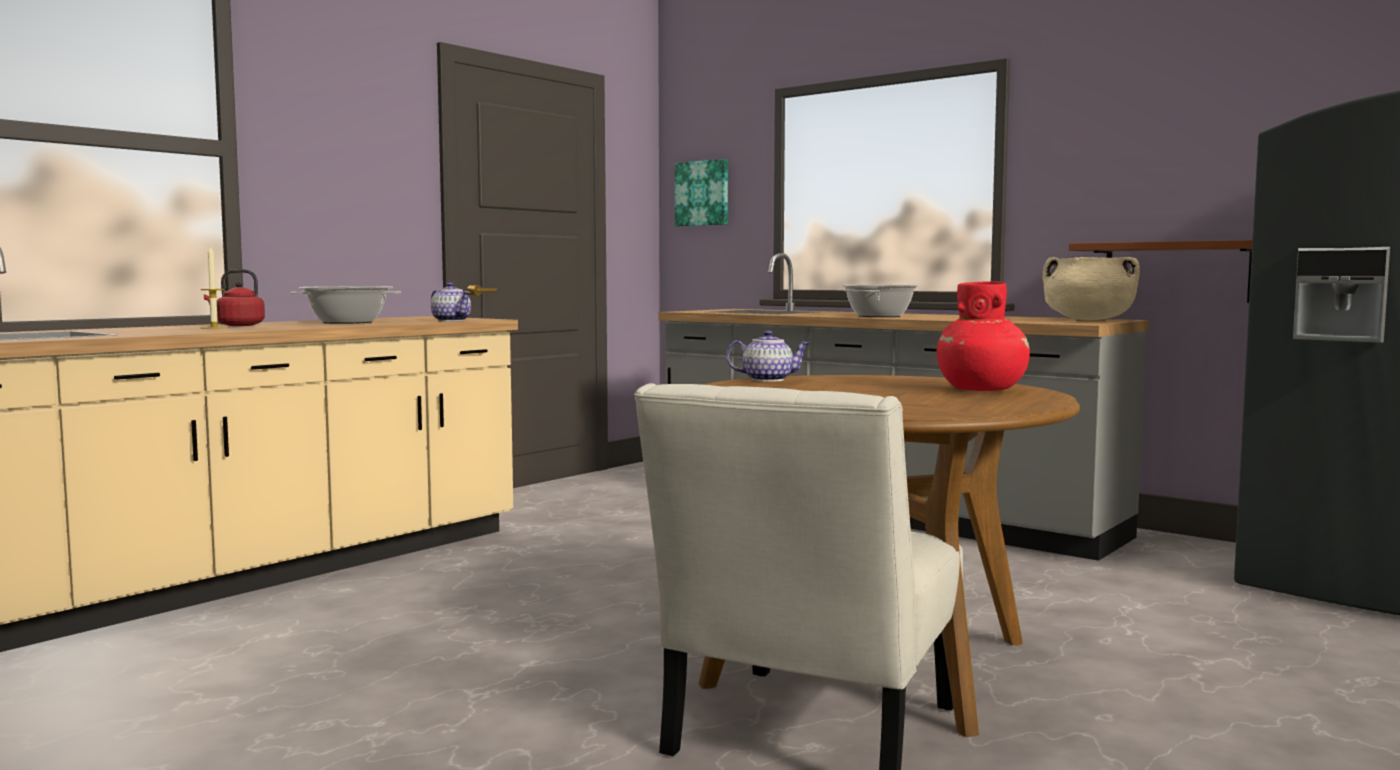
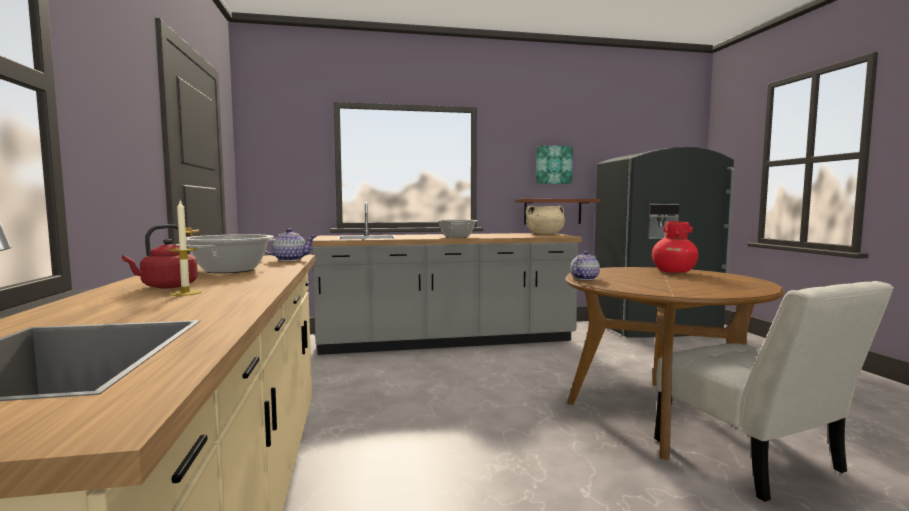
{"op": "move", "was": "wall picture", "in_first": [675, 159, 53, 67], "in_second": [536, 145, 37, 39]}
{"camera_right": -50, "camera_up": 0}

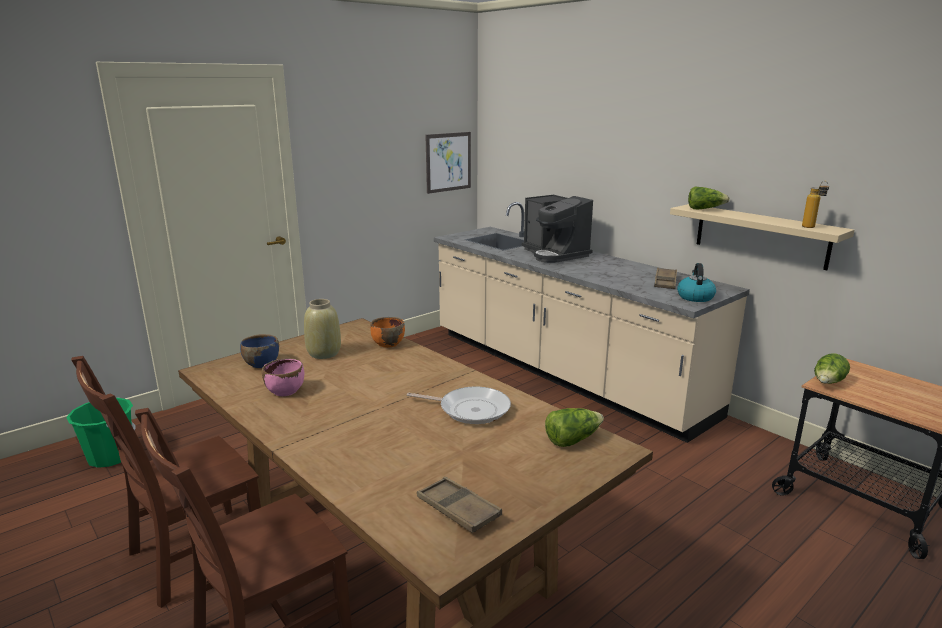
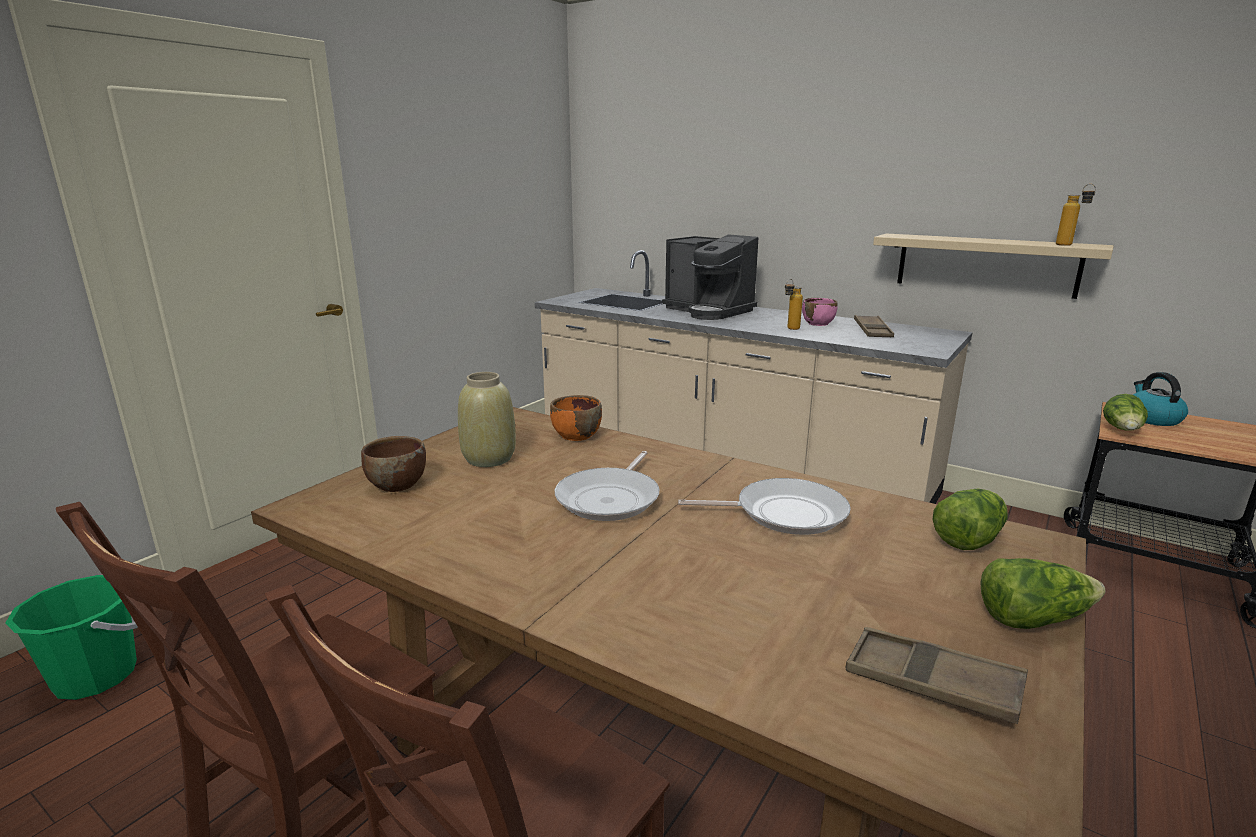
{"op": "recolor", "was": "blue bowl", "now": "brownish bowl", "in_first": [240, 334, 39, 34], "in_second": [361, 436, 65, 56]}
{"op": "move", "was": "pink bowl", "in_first": [262, 358, 42, 38], "in_second": [802, 298, 36, 28]}
{"op": "delete", "was": "wall picture", "in_first": [425, 132, 46, 62]}
{"op": "move", "was": "kettle", "in_first": [677, 263, 39, 39], "in_second": [1133, 372, 55, 54]}
{"op": "move", "was": "lettuce head", "in_first": [688, 187, 42, 22], "in_second": [980, 558, 125, 71]}
{"op": "insert", "now": "pan", "in_second": [555, 451, 104, 70]}
{"op": "insert", "now": "beverage bottle", "in_second": [785, 279, 18, 51]}
{"camera_right": -15, "camera_up": 0}

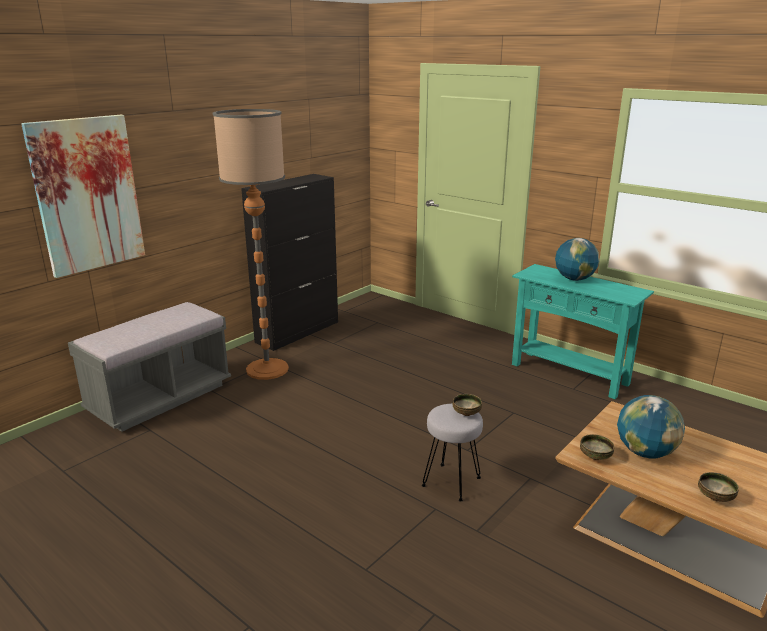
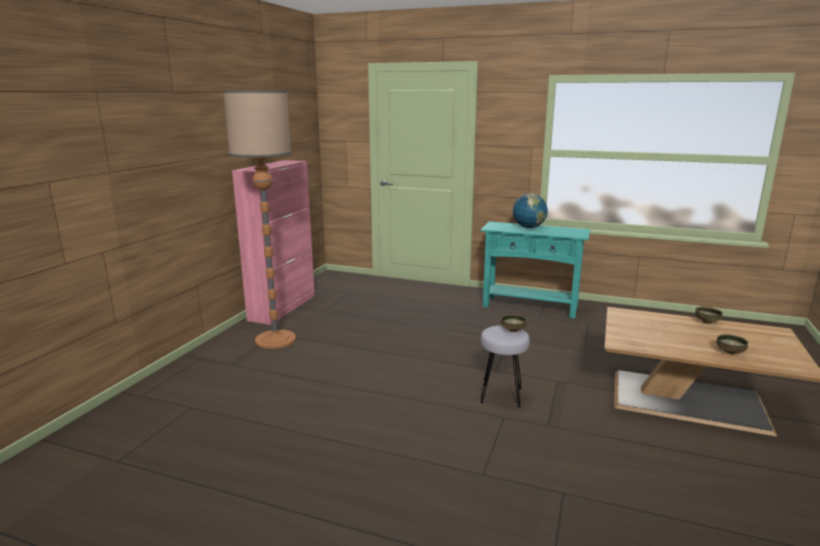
{"op": "delete", "was": "wall picture", "in_first": [21, 115, 124, 163]}
{"op": "delete", "was": "gray bench", "in_first": [68, 302, 163, 130]}
{"op": "recolor", "was": "black-coloured cabinet", "now": "pink cabinet", "in_first": [241, 174, 97, 177], "in_second": [232, 160, 83, 165]}
{"op": "move", "was": "bowl", "in_first": [580, 434, 35, 26], "in_second": [695, 306, 28, 18]}
{"op": "delete", "was": "world globe", "in_first": [617, 395, 68, 63]}
{"camera_right": -20, "camera_up": -5}

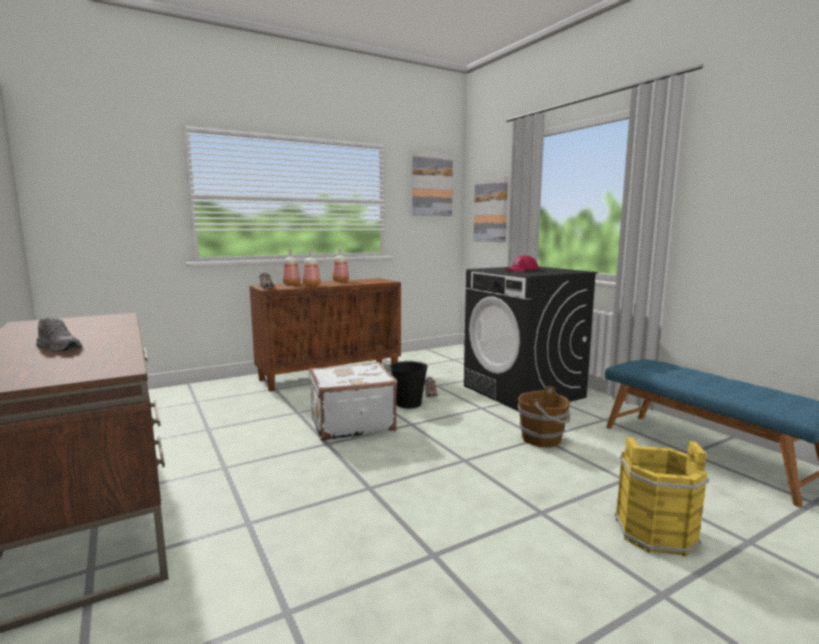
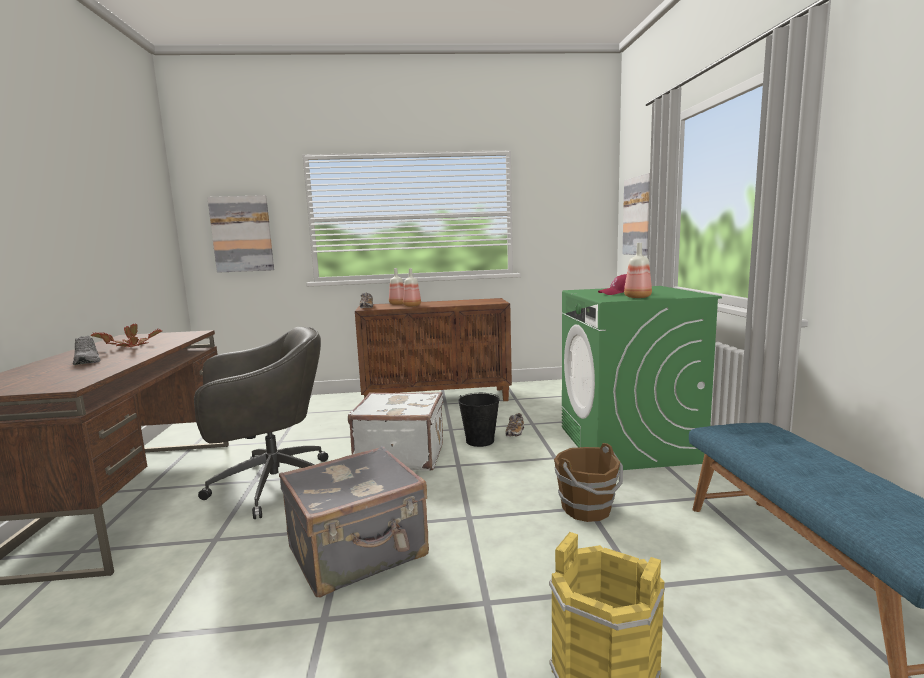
{"op": "move", "was": "beverage bottle", "in_first": [333, 247, 16, 35], "in_second": [624, 243, 28, 55]}
{"op": "move", "was": "wall picture", "in_first": [412, 151, 41, 65], "in_second": [207, 195, 67, 78]}
{"op": "recolor", "was": "black-coloured washing machine", "now": "greenish washing machine", "in_first": [464, 267, 134, 144], "in_second": [562, 286, 160, 184]}
{"op": "insert", "now": "houseplant", "in_second": [91, 324, 71, 23]}
{"op": "insert", "now": "gray desk chair", "in_second": [194, 327, 134, 192]}
{"op": "insert", "now": "gray suitcase", "in_second": [279, 446, 150, 151]}
{"camera_right": 25, "camera_up": 0}

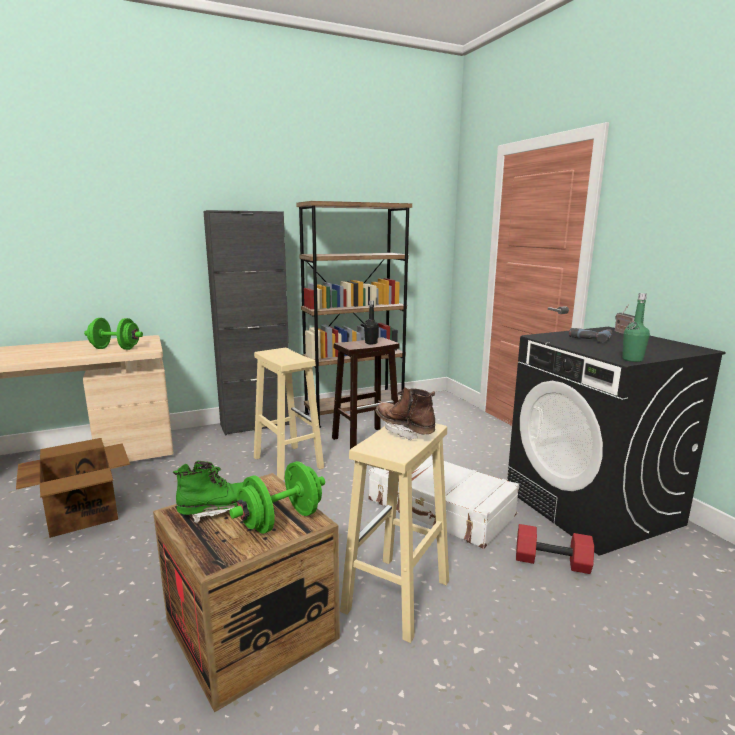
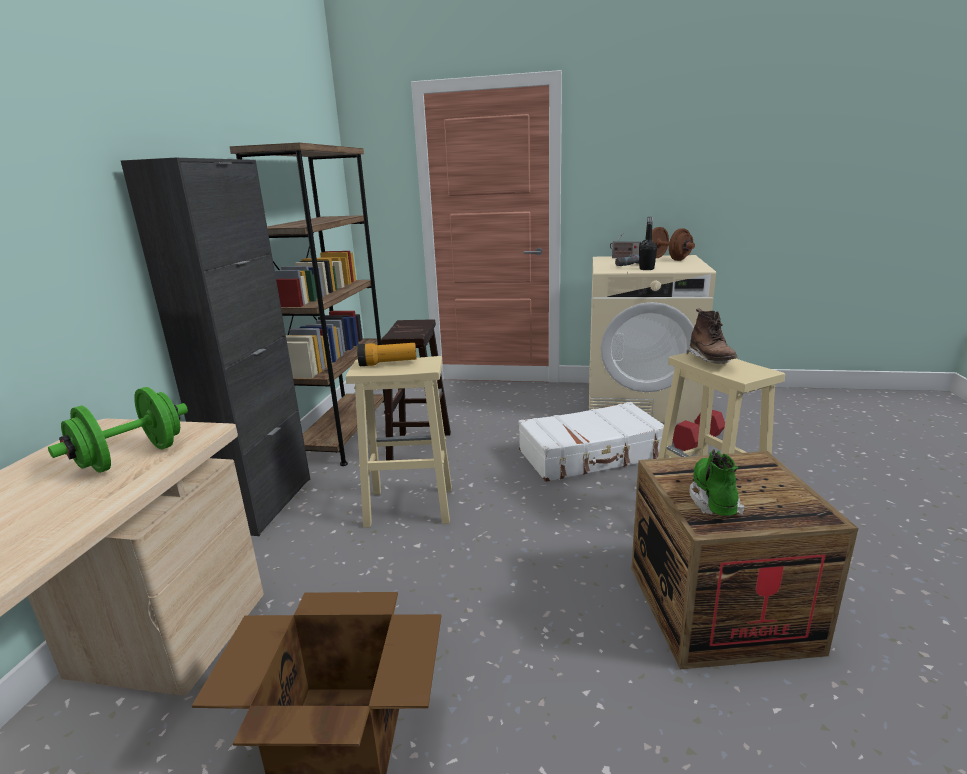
{"op": "delete", "was": "greenish free weight", "in_first": [229, 461, 96, 73]}
{"op": "move", "was": "black-coloured beverage bottle", "in_first": [364, 300, 15, 44], "in_second": [639, 217, 18, 53]}
{"op": "rotate", "was": "brownish high-top boot", "in_first": [375, 387, 60, 53], "in_second": [687, 308, 50, 56], "clockwise": -90}
{"op": "recolor", "was": "black-coloured washing machine", "now": "sand-coloured washing machine", "in_first": [507, 327, 219, 229], "in_second": [589, 255, 127, 168]}
{"op": "delete", "was": "greenish beverage bottle", "in_first": [622, 293, 28, 69]}
{"op": "insert", "now": "hand torch", "in_second": [357, 343, 60, 23]}
{"op": "insert", "now": "brownish free weight", "in_second": [652, 227, 43, 34]}
{"camera_right": -55, "camera_up": 5}

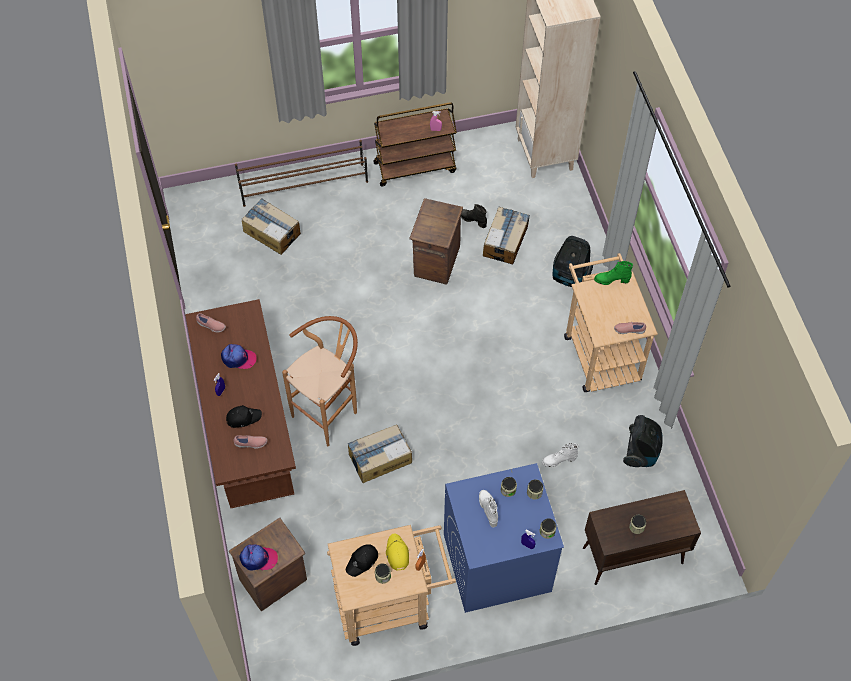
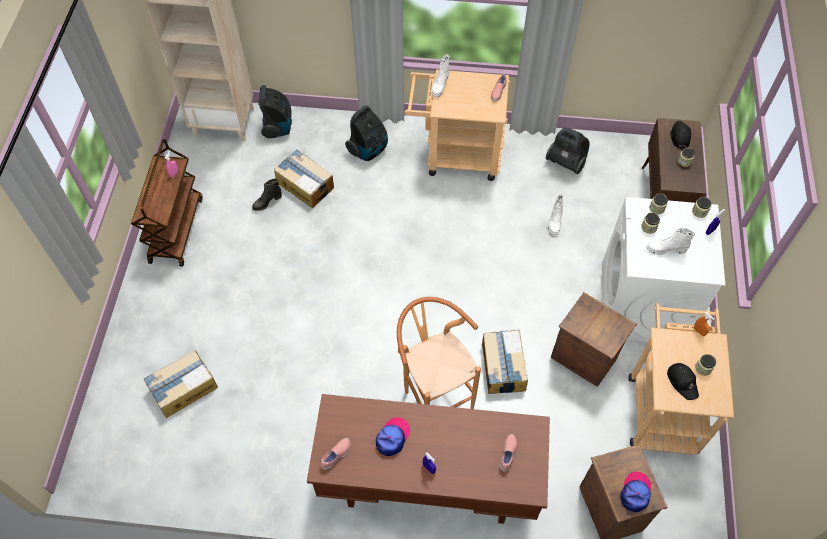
{"op": "move", "was": "black-coloured baseball cap", "in_first": [226, 405, 36, 23], "in_second": [671, 121, 20, 28]}
{"op": "delete", "was": "brownish shoe stand", "in_first": [235, 140, 133, 67]}
{"op": "delete", "was": "yellow-coloured baseball cap", "in_first": [386, 533, 23, 37]}
{"op": "move", "was": "packing crate", "in_first": [409, 198, 54, 87], "in_second": [551, 292, 86, 95]}
{"op": "recolor", "was": "blue washing machine", "now": "white washing machine", "in_first": [444, 463, 120, 150], "in_second": [602, 197, 123, 145]}
{"op": "recolor", "was": "greenish high-top boot", "now": "white high-top boot", "in_first": [594, 261, 39, 24], "in_second": [432, 54, 18, 43]}
{"op": "insert", "now": "vacuum cleaner", "in_second": [259, 85, 33, 53]}
{"camera_right": -70, "camera_up": 0}

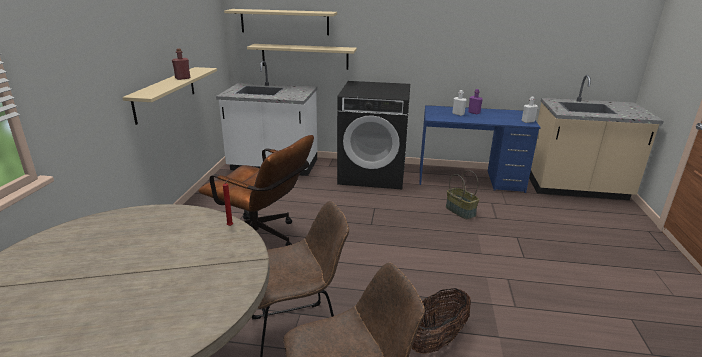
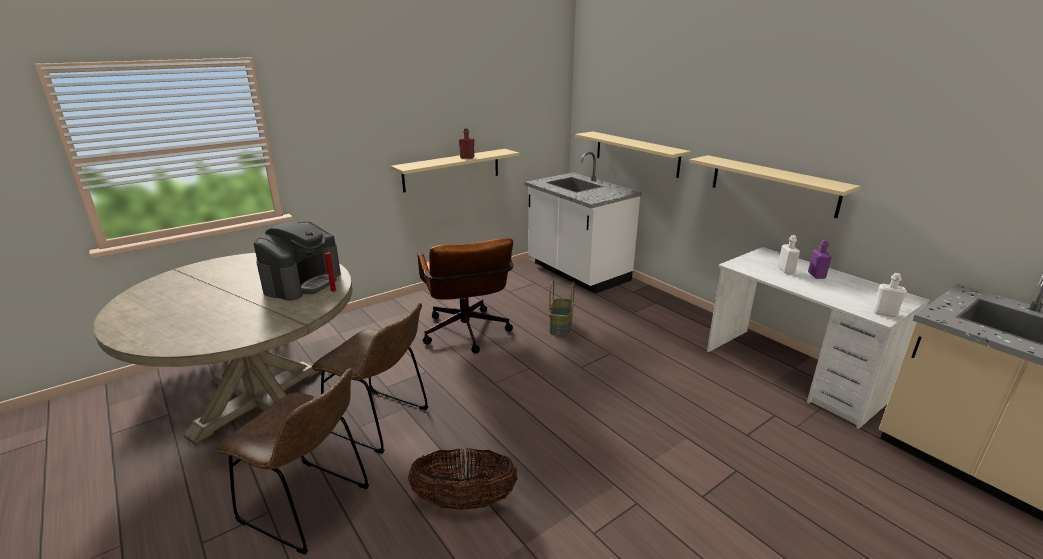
{"op": "move", "was": "sand-coloured shelf", "in_first": [224, 9, 113, 26], "in_second": [690, 155, 171, 63]}
{"op": "delete", "was": "black-coloured washing machine", "in_first": [337, 81, 73, 108]}
{"op": "recolor", "was": "blue desk unit", "now": "white desk unit", "in_first": [420, 105, 121, 88], "in_second": [707, 247, 223, 182]}
{"op": "move", "was": "household basket", "in_first": [446, 170, 33, 49], "in_second": [549, 280, 26, 55]}
{"op": "insert", "now": "coffee brewer", "in_second": [254, 222, 87, 79]}
{"camera_right": 45, "camera_up": 0}

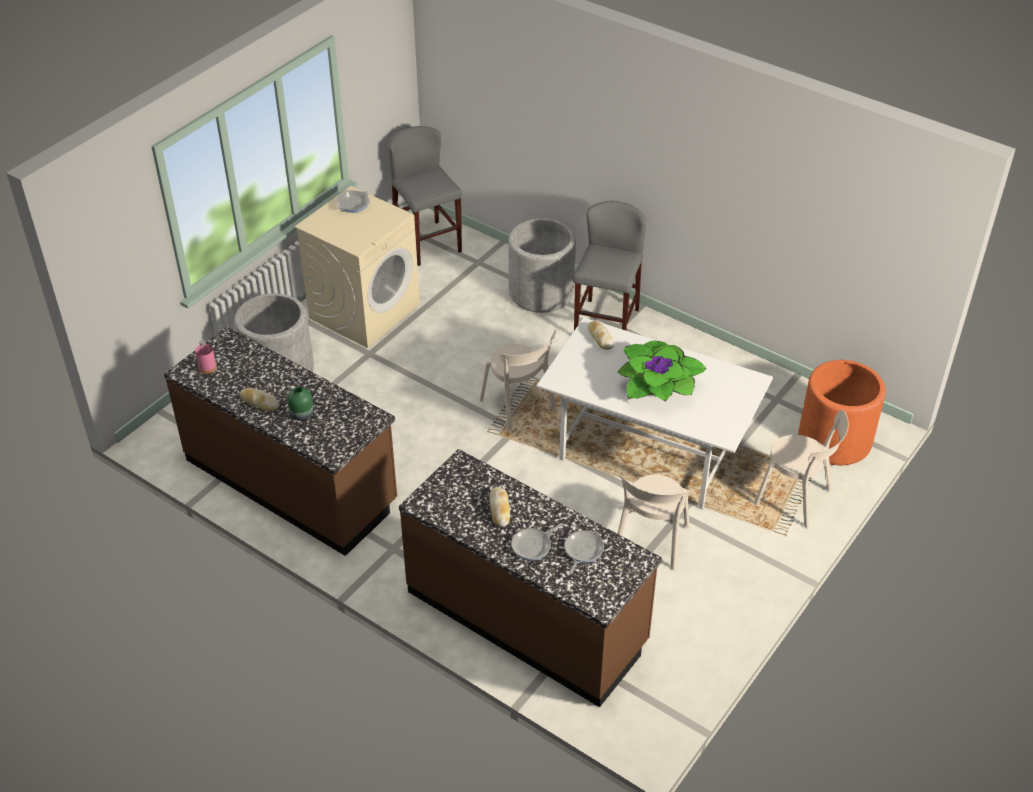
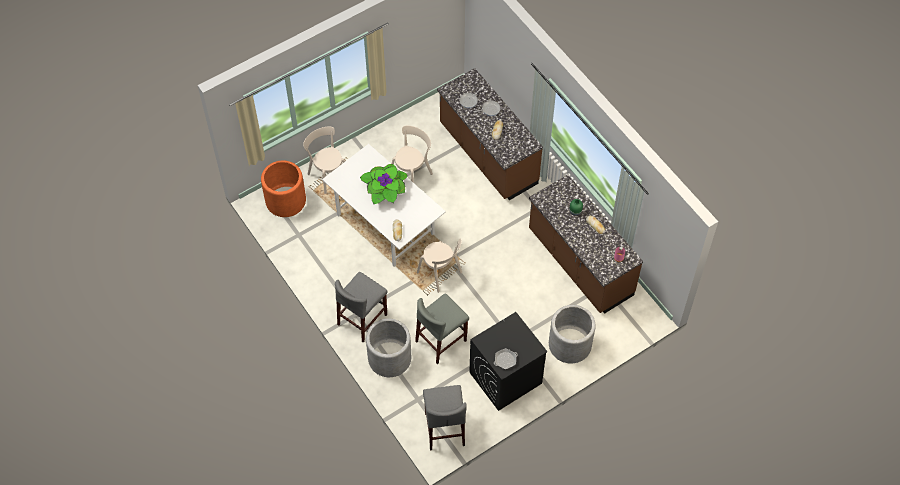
{"op": "recolor", "was": "sand-coloured washing machine", "now": "black-coloured washing machine", "in_first": [294, 186, 126, 162], "in_second": [470, 312, 78, 99]}
{"op": "rotate", "was": "sand-coloured chair", "in_first": [480, 329, 77, 103], "in_second": [417, 238, 45, 55], "clockwise": 150}
{"op": "insert", "now": "gray stool", "in_second": [415, 293, 54, 71]}
{"camera_right": -160, "camera_up": 15}

